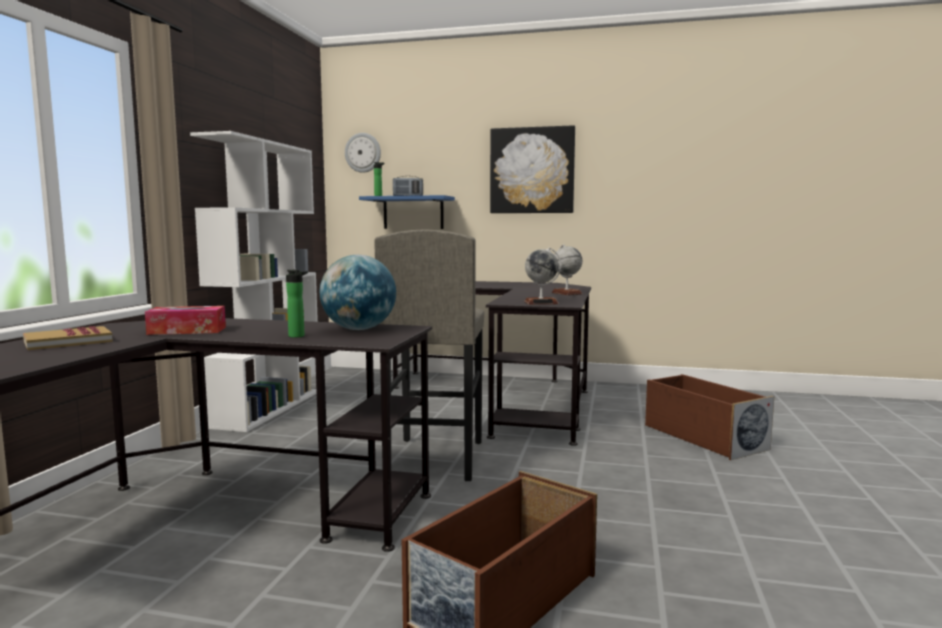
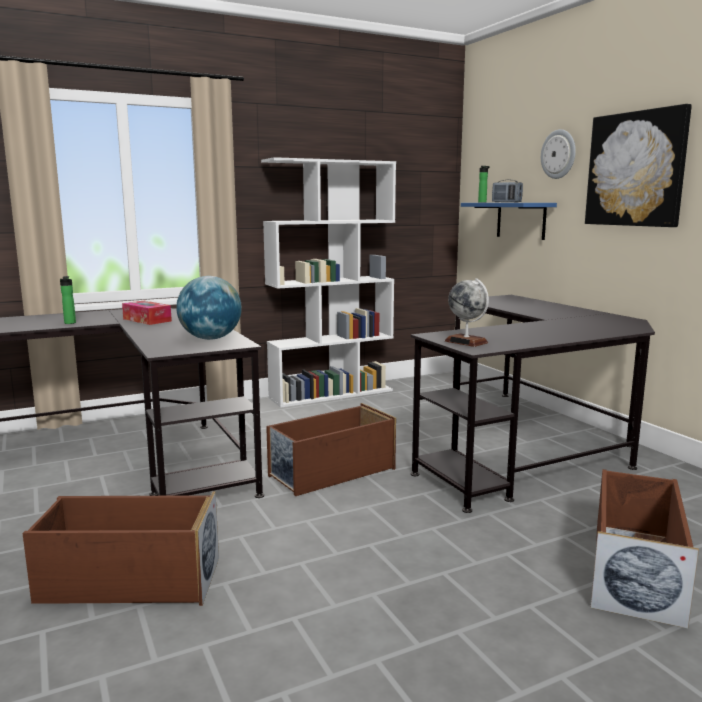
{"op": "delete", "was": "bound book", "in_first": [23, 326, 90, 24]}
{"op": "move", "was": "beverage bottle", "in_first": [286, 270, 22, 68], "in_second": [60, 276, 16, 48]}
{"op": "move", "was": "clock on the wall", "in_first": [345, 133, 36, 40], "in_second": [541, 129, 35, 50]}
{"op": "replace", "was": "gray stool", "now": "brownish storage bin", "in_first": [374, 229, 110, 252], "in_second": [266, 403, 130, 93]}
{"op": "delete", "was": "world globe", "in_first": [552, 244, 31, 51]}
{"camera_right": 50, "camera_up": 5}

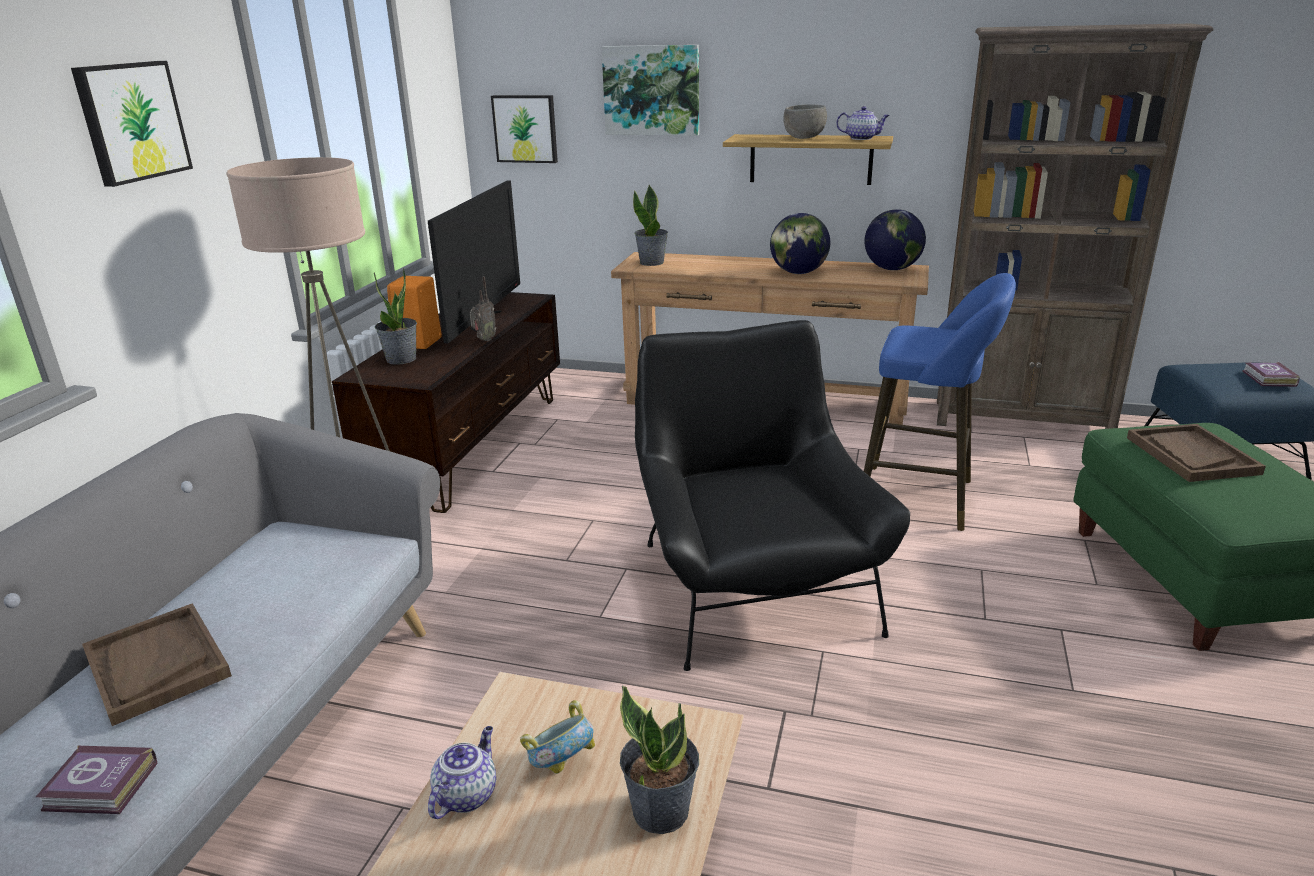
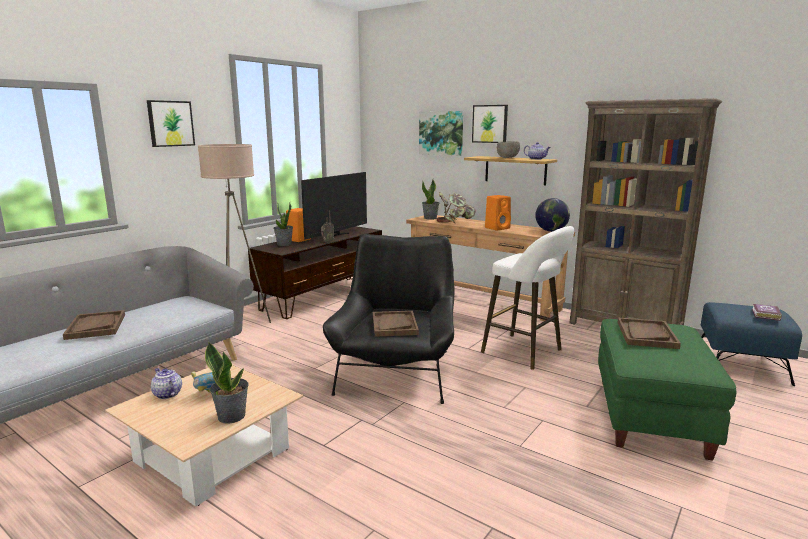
{"op": "delete", "was": "bound book", "in_first": [36, 746, 121, 68]}
{"op": "rotate", "was": "tea pot", "in_first": [428, 726, 68, 93], "in_second": [151, 368, 31, 31], "clockwise": -90}
{"op": "move", "was": "wall picture", "in_first": [491, 95, 67, 68], "in_second": [472, 105, 36, 38]}
{"op": "replace", "was": "world globe", "now": "orange audio speaker", "in_first": [770, 213, 60, 61], "in_second": [485, 195, 26, 36]}
{"op": "recolor", "was": "blue stool", "now": "white stool", "in_first": [864, 273, 152, 258], "in_second": [481, 226, 93, 144]}
{"op": "insert", "now": "brownish carrying tray", "in_second": [373, 311, 46, 26]}
{"op": "insert", "now": "houseplant", "in_second": [436, 192, 40, 32]}
{"camera_right": 20, "camera_up": -10}

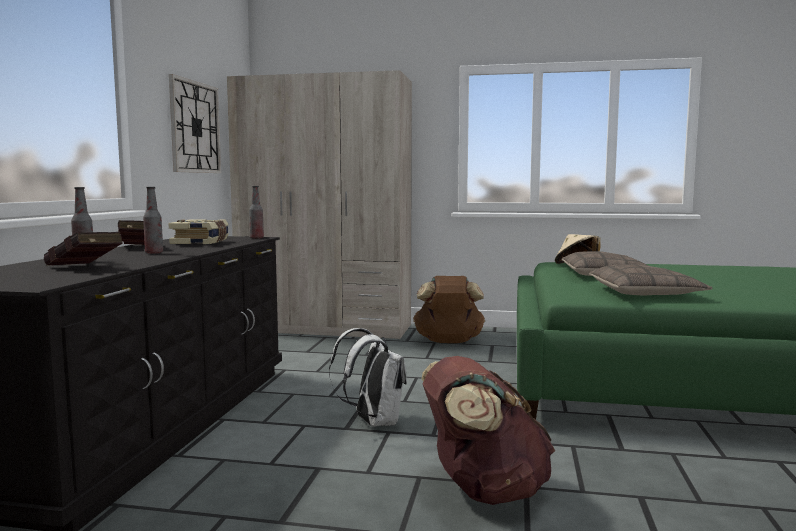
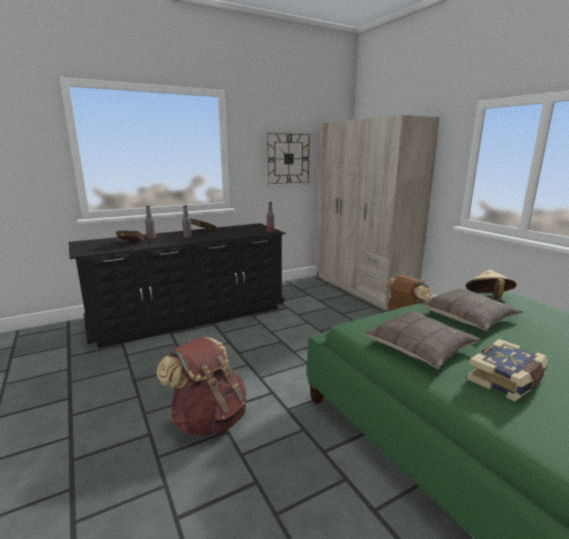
{"op": "move", "was": "bound book", "in_first": [169, 219, 60, 25], "in_second": [467, 339, 81, 62]}
{"op": "delete", "was": "white backpack", "in_first": [329, 328, 78, 99]}
{"camera_right": 50, "camera_up": 10}

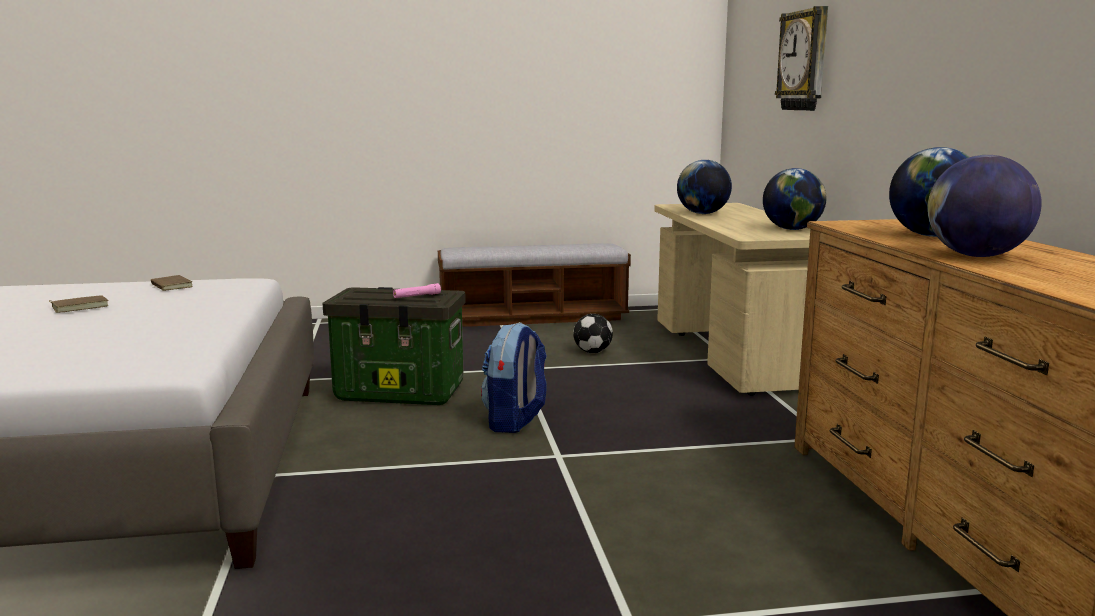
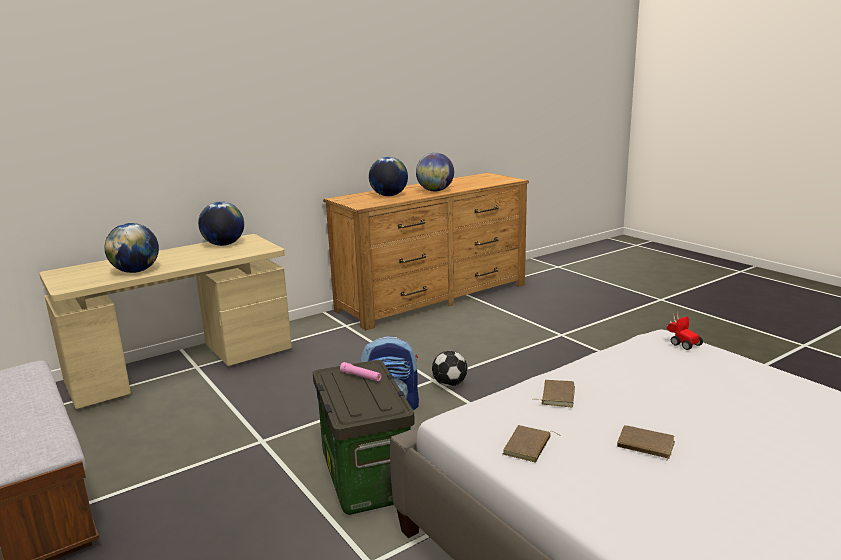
{"op": "move", "was": "ball for football", "in_first": [573, 314, 40, 39], "in_second": [432, 351, 36, 36]}
{"op": "delete", "was": "clock on the wall", "in_first": [775, 6, 53, 105]}
{"op": "insert", "now": "brownish bound book", "in_second": [532, 380, 43, 27]}
{"op": "insert", "now": "toy car", "in_second": [667, 313, 36, 37]}
{"camera_right": -115, "camera_up": 5}

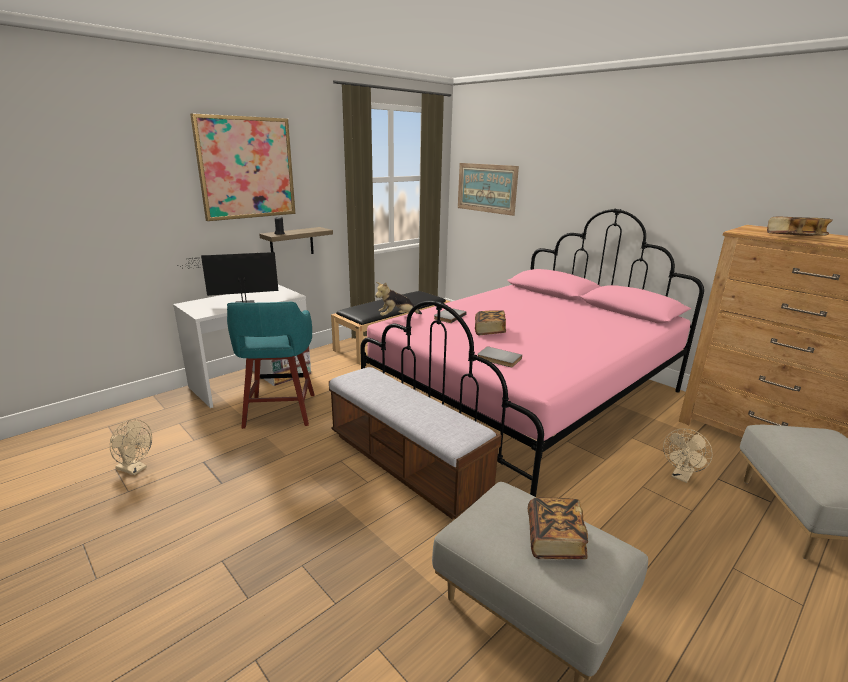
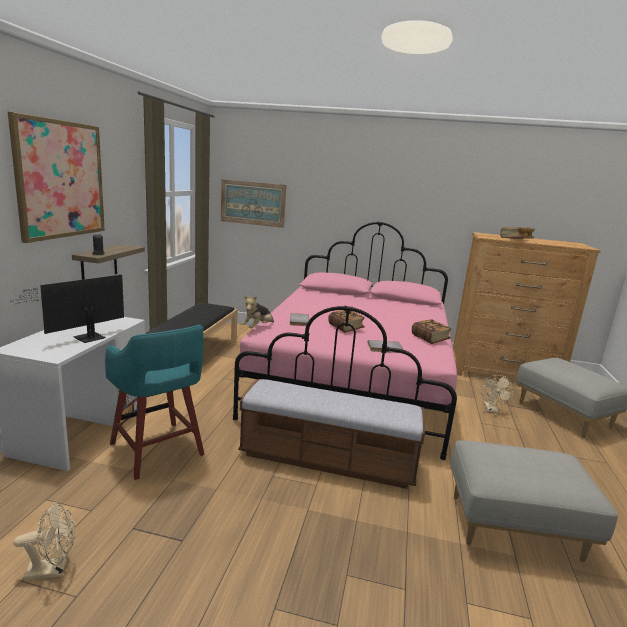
{"op": "move", "was": "bound book", "in_first": [528, 497, 60, 62], "in_second": [412, 319, 39, 25]}
{"camera_right": -35, "camera_up": -5}

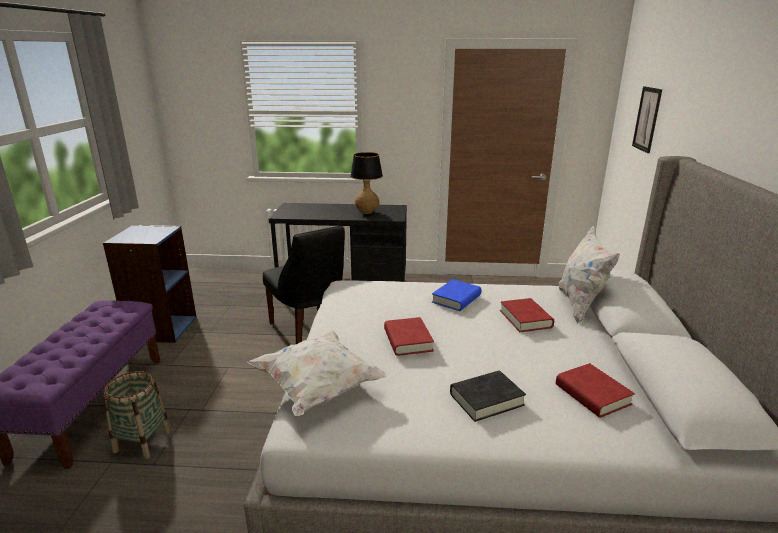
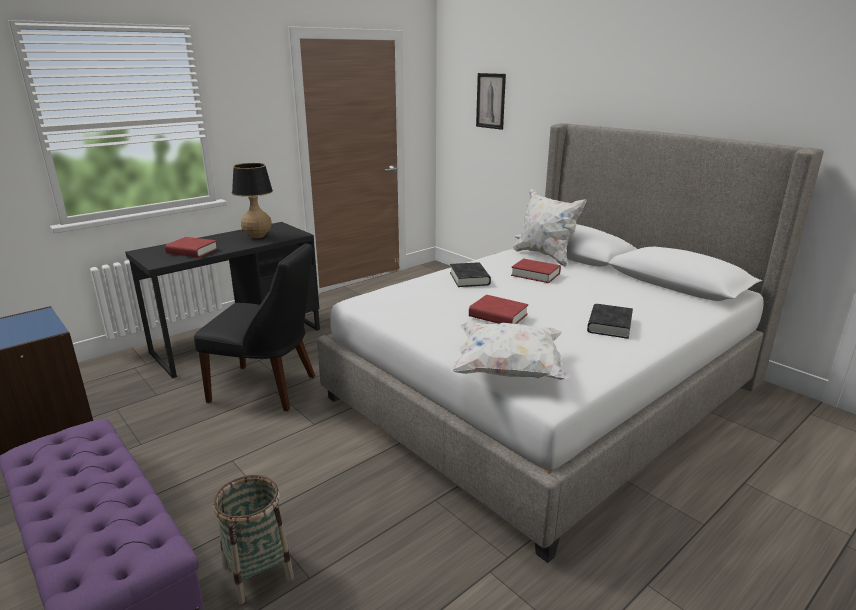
{"op": "recolor", "was": "blue bound book", "now": "black-coloured bound book", "in_first": [432, 279, 49, 32], "in_second": [450, 262, 41, 25]}
{"op": "move", "was": "red-coloured bound book", "in_first": [556, 363, 79, 55], "in_second": [165, 237, 53, 20]}
{"camera_right": -45, "camera_up": 0}

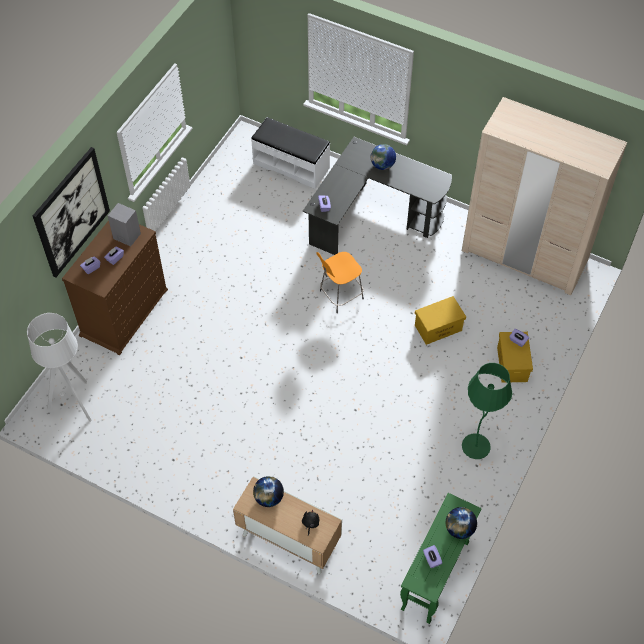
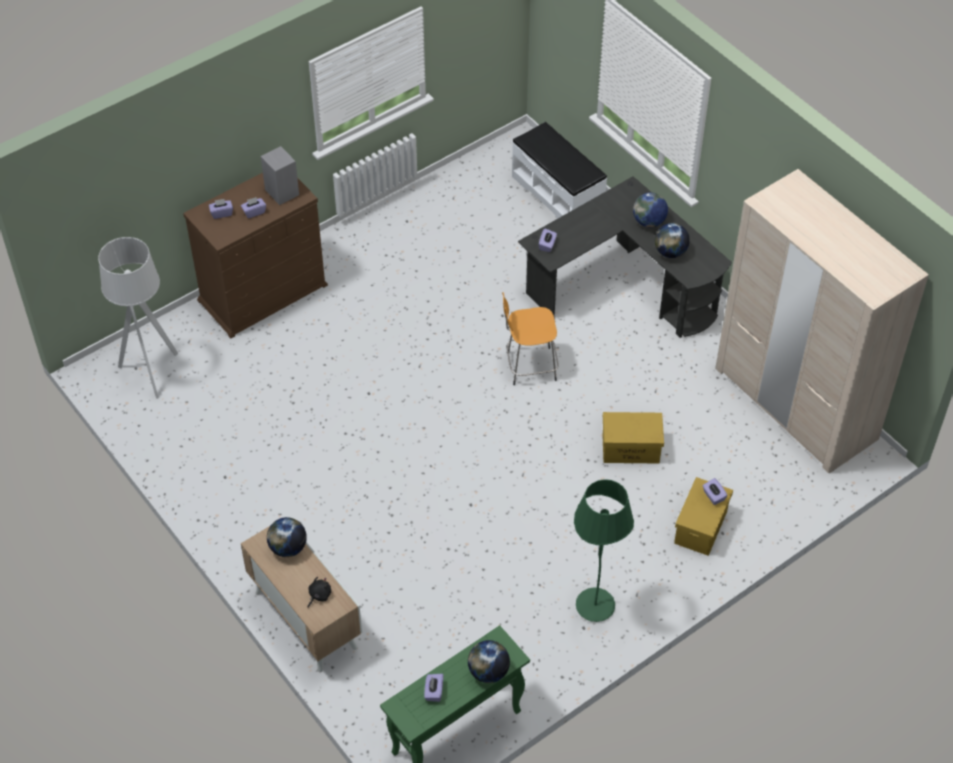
{"op": "delete", "was": "wall picture", "in_first": [33, 147, 77, 130]}
{"op": "insert", "now": "world globe", "in_second": [655, 223, 35, 35]}
{"camera_right": 25, "camera_up": -5}

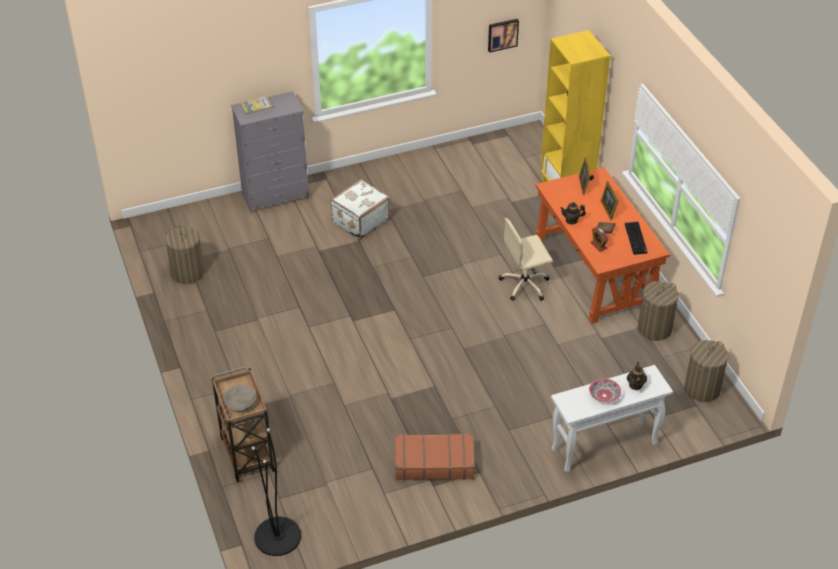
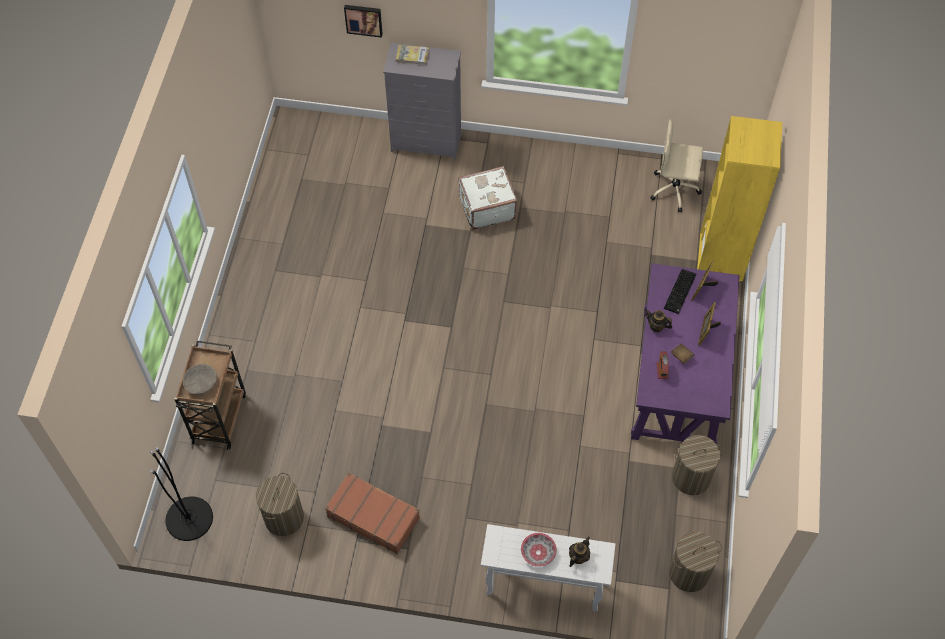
{"op": "move", "was": "hamper", "in_first": [165, 226, 39, 58], "in_second": [256, 472, 48, 64]}
{"op": "move", "was": "wall picture", "in_first": [488, 19, 31, 34], "in_second": [344, 5, 39, 33]}
{"op": "move", "was": "sand-coloured desk chair", "in_first": [499, 218, 54, 83], "in_second": [650, 119, 53, 93]}
{"op": "recolor", "was": "orange desk unit", "now": "purple-coloured desk unit", "in_first": [535, 167, 135, 157], "in_second": [631, 263, 108, 181]}
{"op": "move", "was": "computer keyboard", "in_first": [625, 222, 23, 33], "in_second": [664, 269, 32, 45]}
{"camera_right": 30, "camera_up": 15}

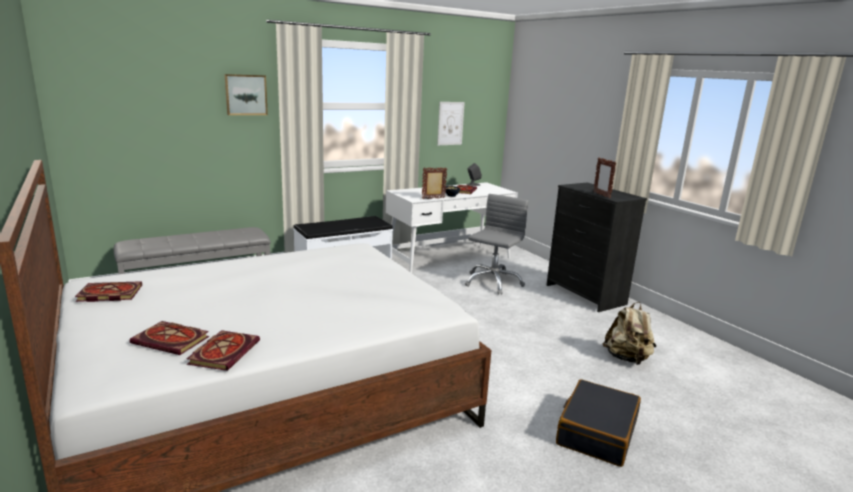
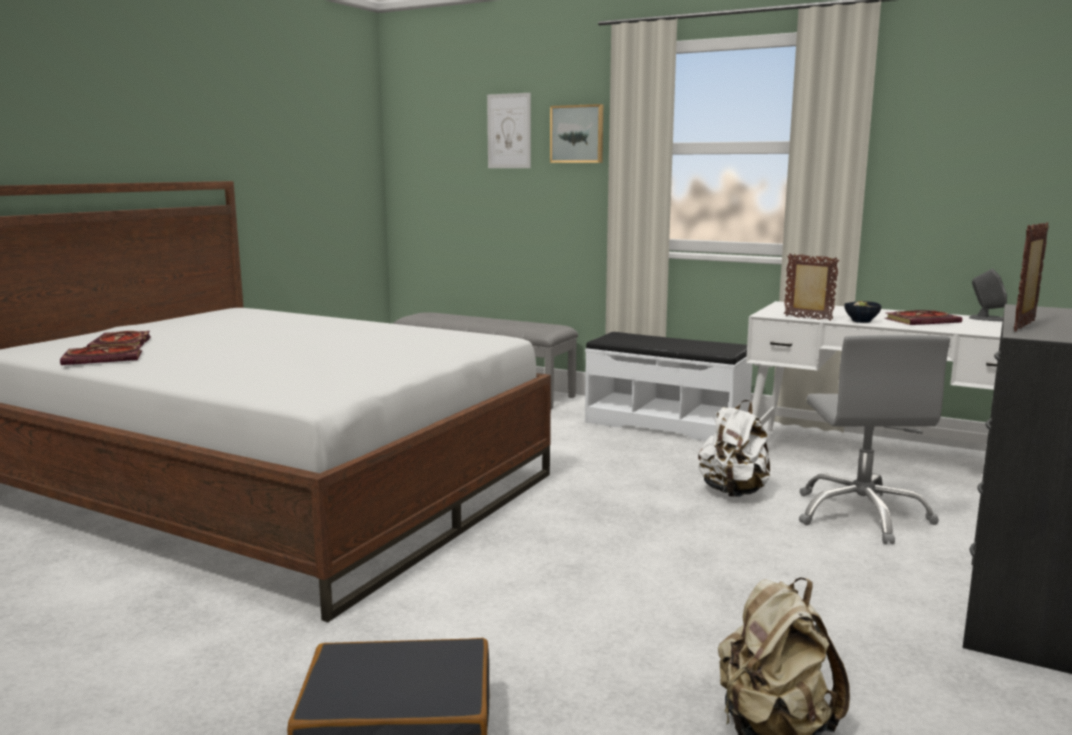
{"op": "delete", "was": "bound book", "in_first": [75, 281, 67, 21]}
{"op": "move", "was": "wall picture", "in_first": [437, 102, 28, 43], "in_second": [487, 93, 44, 75]}
{"op": "rotate", "was": "gray desk chair", "in_first": [465, 194, 64, 101], "in_second": [799, 335, 151, 209], "clockwise": 90}
{"op": "insert", "now": "white backpack", "in_second": [698, 400, 72, 97]}
{"camera_right": 60, "camera_up": -5}

